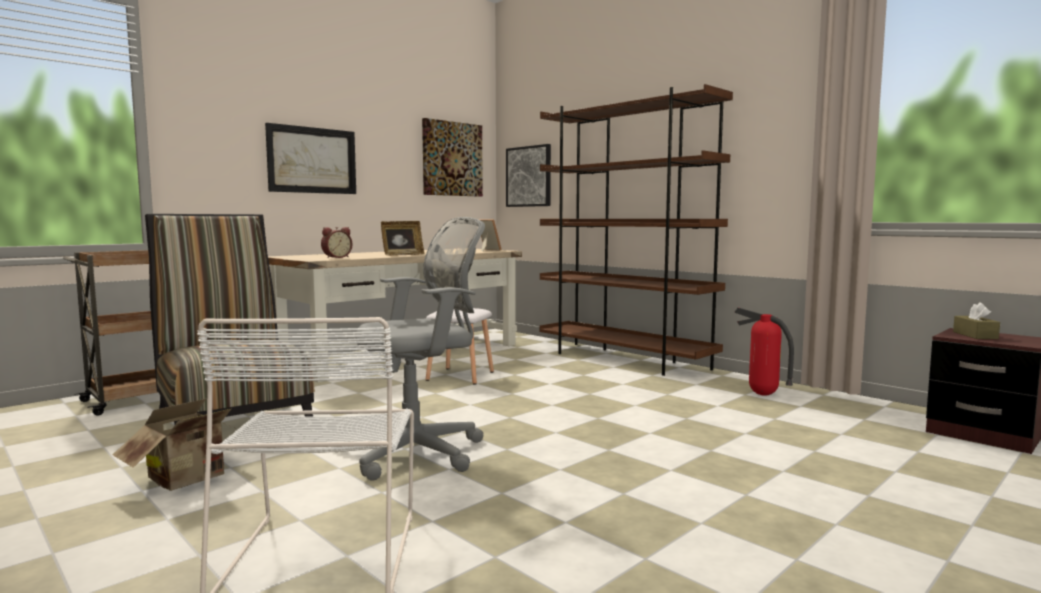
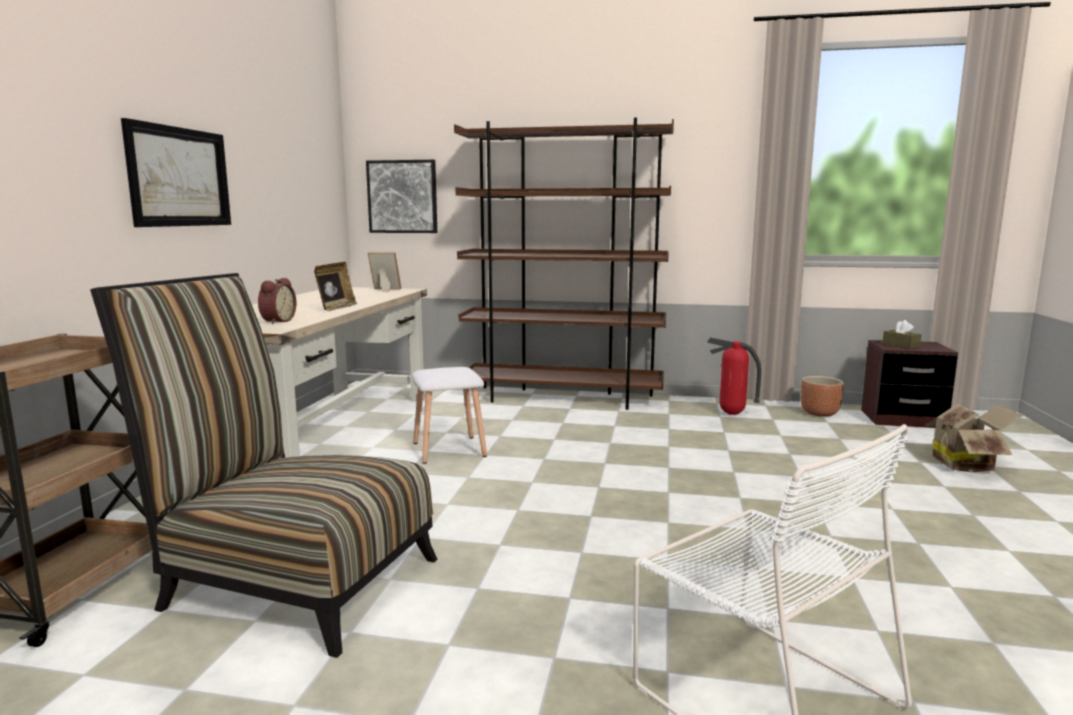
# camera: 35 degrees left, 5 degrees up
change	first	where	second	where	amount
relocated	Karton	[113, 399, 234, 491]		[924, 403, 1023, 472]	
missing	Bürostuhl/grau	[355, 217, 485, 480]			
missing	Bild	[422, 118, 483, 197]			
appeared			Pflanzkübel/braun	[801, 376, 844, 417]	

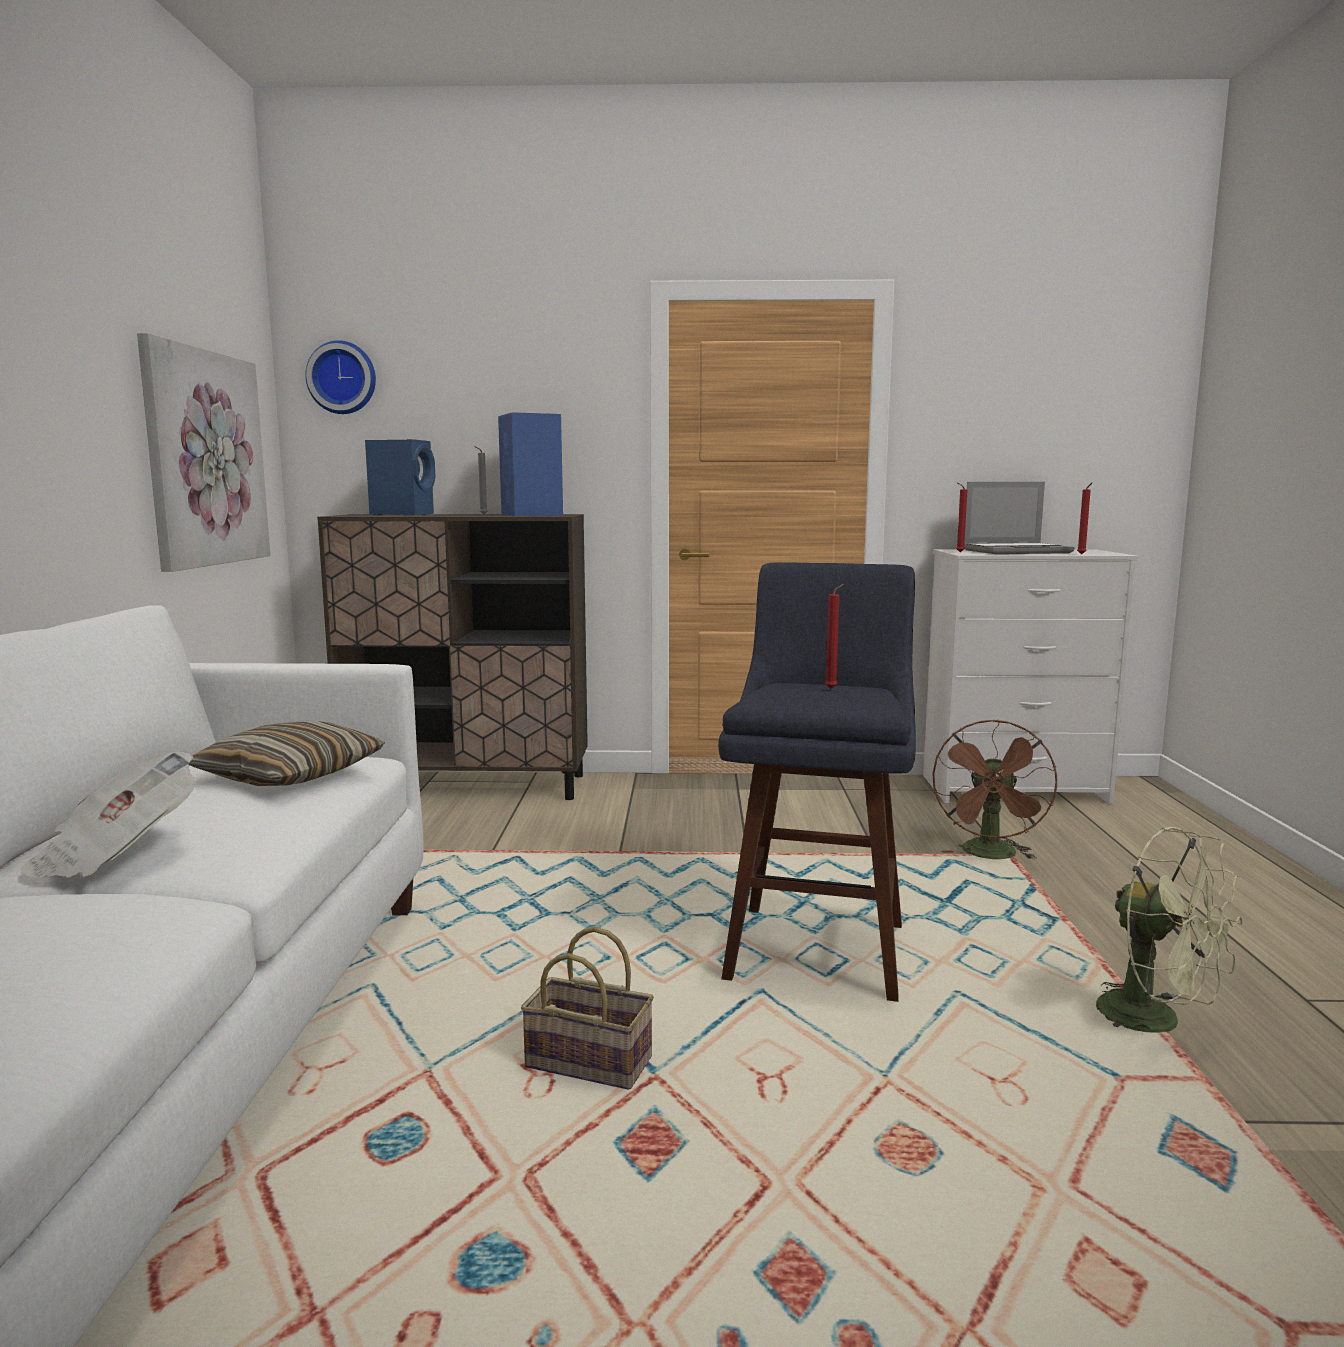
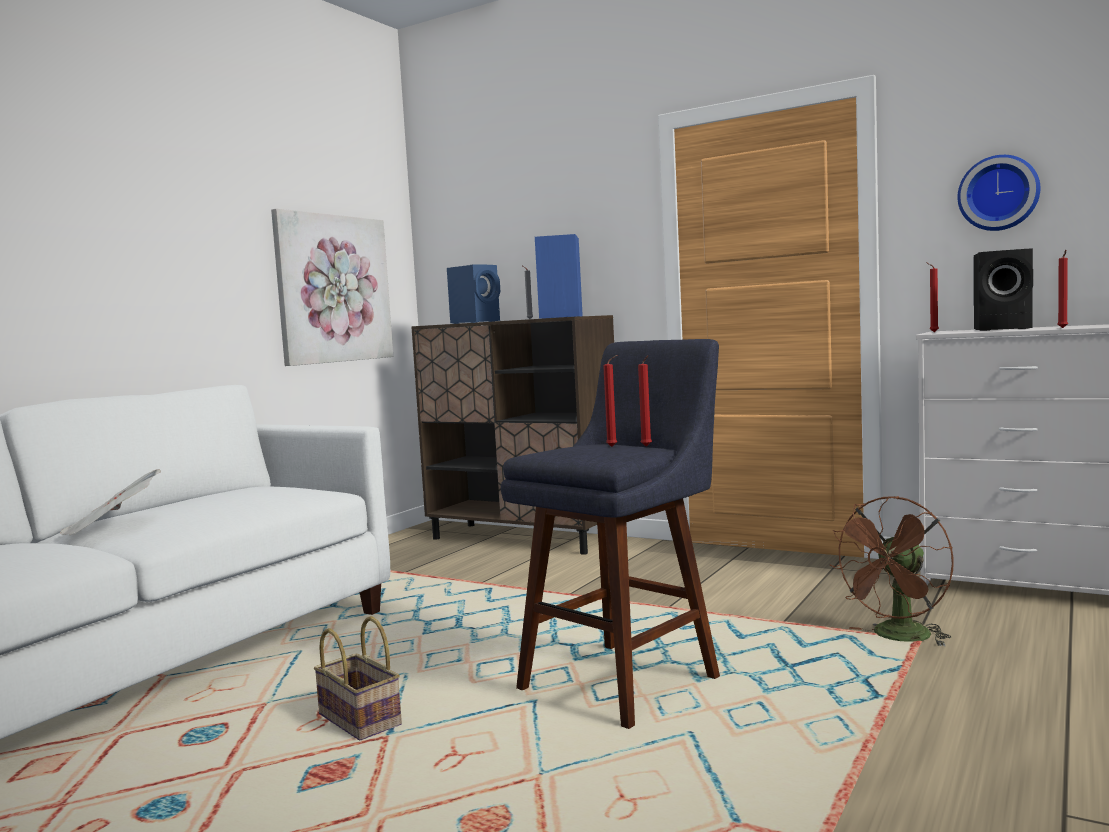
# camera: 30 degrees right, 5 degrees down
change	first	where	second	where	amount
missing	Kissen	[188, 721, 385, 786]			
relocated	Wanduhr	[305, 340, 376, 414]		[958, 155, 1040, 231]	
exchanged	Laptop	[964, 482, 1075, 554]	Lautsprecher/schwarz	[974, 248, 1033, 331]	
missing	Ventilator/grün	[1096, 827, 1242, 1035]			
appeared			Kerze/rot	[638, 355, 652, 447]	

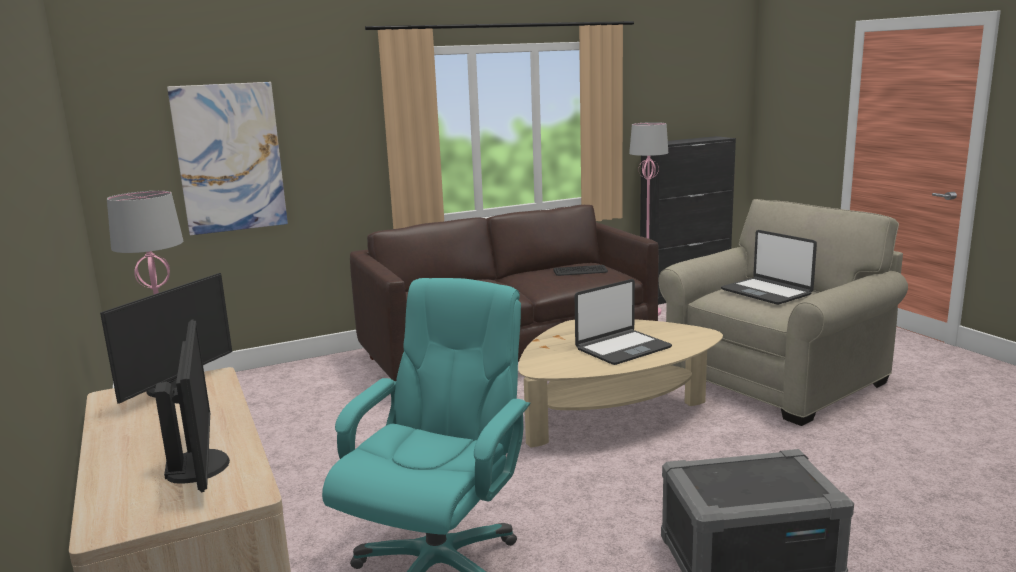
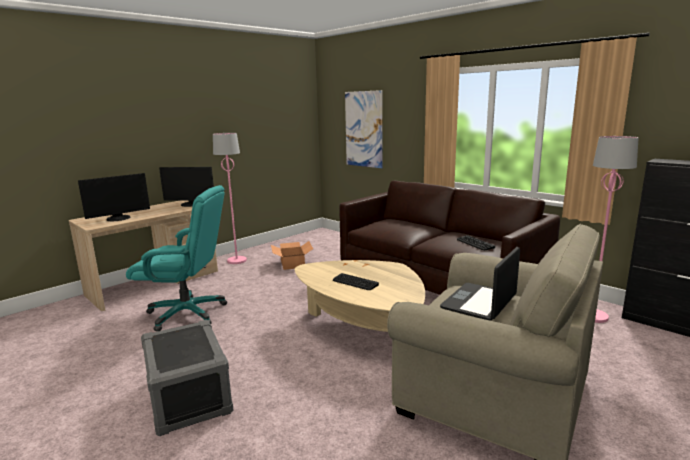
# camera: 70 degrees right, 0 degrees up
change	first	where	second	where	amount
exchanged	Laptop	[575, 279, 672, 365]	Tastatur	[333, 273, 379, 290]	
appeared			Karton	[271, 241, 313, 270]	

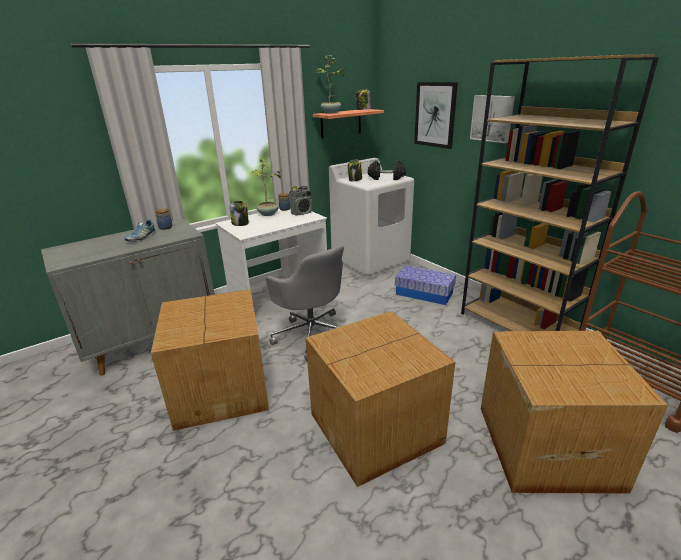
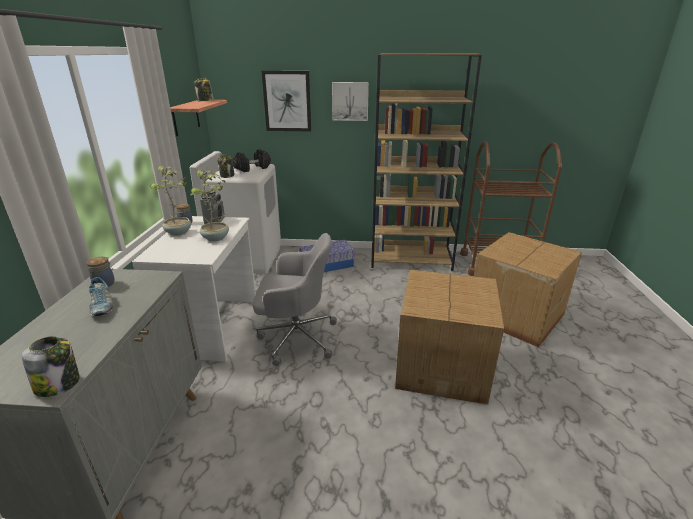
# camera: 50 degrees left, 0 degrees up
change	first	where	second	where	amount
missing	Karton	[151, 289, 269, 431]			
relocated	Vorratsglas	[230, 201, 249, 226]		[22, 336, 80, 397]	
relocated	Topfpflanze	[316, 55, 347, 114]		[190, 170, 229, 242]	

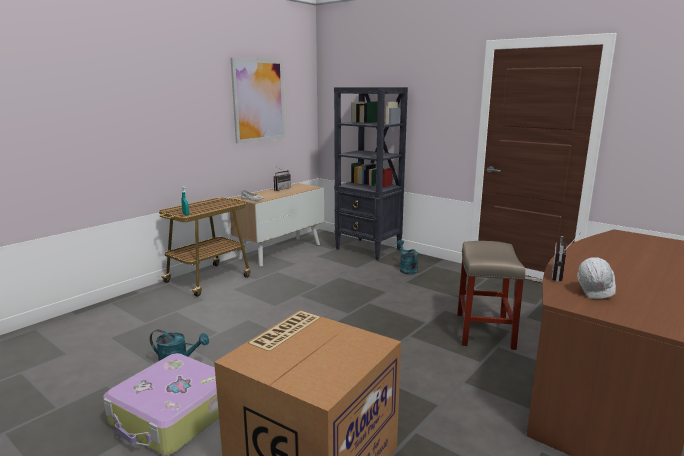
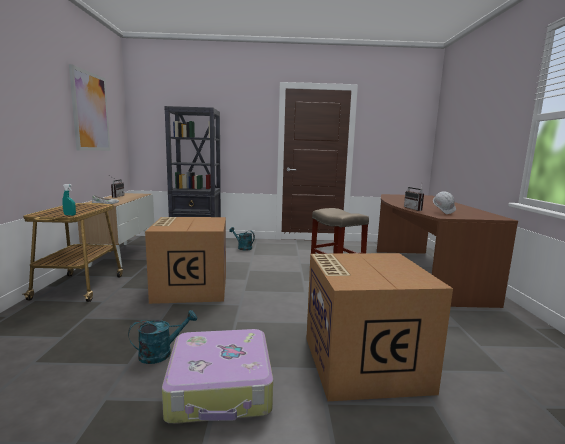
# camera: 40 degrees left, 5 degrees down
change	first	where	second	where	amount
appeared			Karton	[145, 217, 226, 304]	

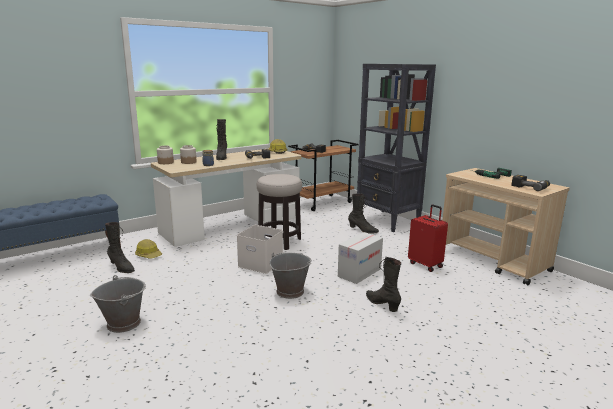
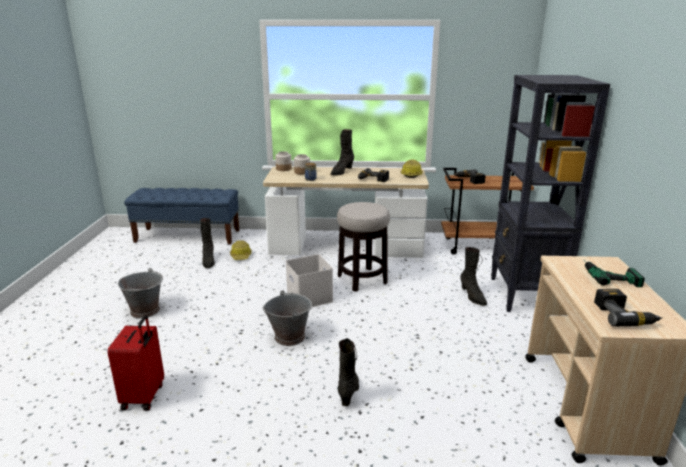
# camera: 40 degrees right, 5 degrees up
change	first	where	second	where	amount
missing	Karton	[338, 232, 383, 284]			
relocated	Koffer/rot	[408, 205, 448, 272]		[107, 315, 164, 411]	

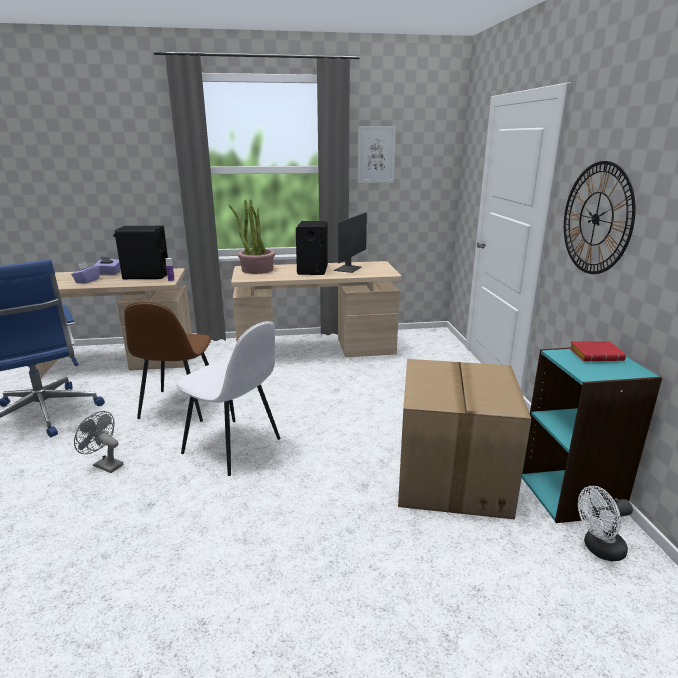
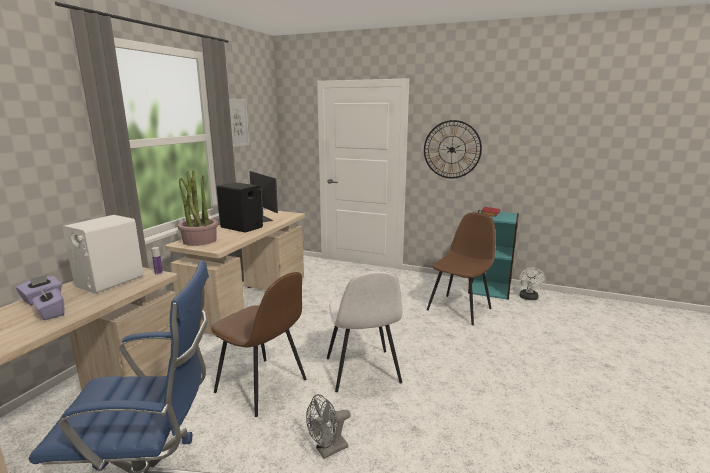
# camera: 60 degrees left, 5 degrees down
change	first	where	second	where	amount
colour	Lautsprecher/schwarz	[113, 226, 168, 279]	Lautsprecher/weiß	[62, 215, 144, 294]	
spun	Stuhl/weiß	[176, 321, 280, 476]		[327, 271, 402, 392]	105 degrees clockwise
exchanged	Karton	[398, 359, 532, 519]	Stuhl/braun	[427, 212, 495, 325]	

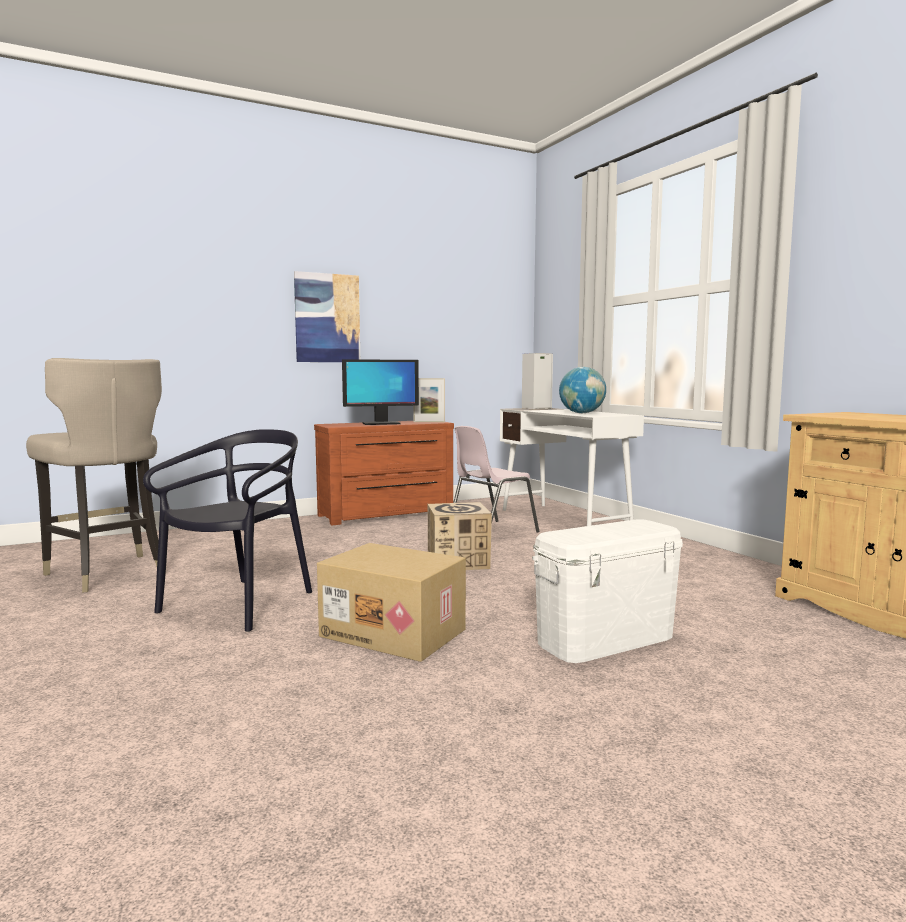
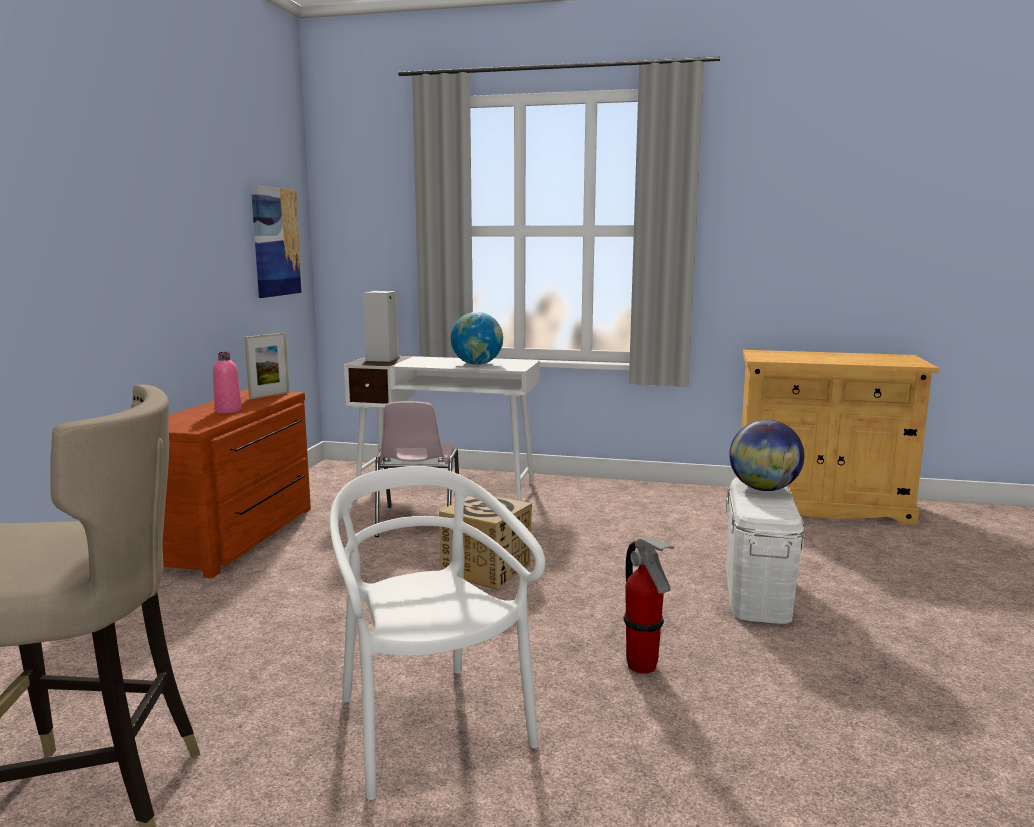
# camera: 50 degrees left, 5 degrees up
change	first	where	second	where	amount
colour	Stuhl/schwarz	[143, 429, 312, 632]	Stuhl/weiß	[329, 466, 545, 800]	
relocated	Bild	[294, 271, 360, 362]		[251, 185, 302, 298]	
exchanged	Karton	[317, 543, 466, 662]	Feuerlöscher	[623, 537, 674, 674]	
exchanged	Monitor	[342, 359, 419, 425]	Flasche/rosa	[213, 352, 242, 413]	
appeared			Globus	[729, 420, 804, 491]	

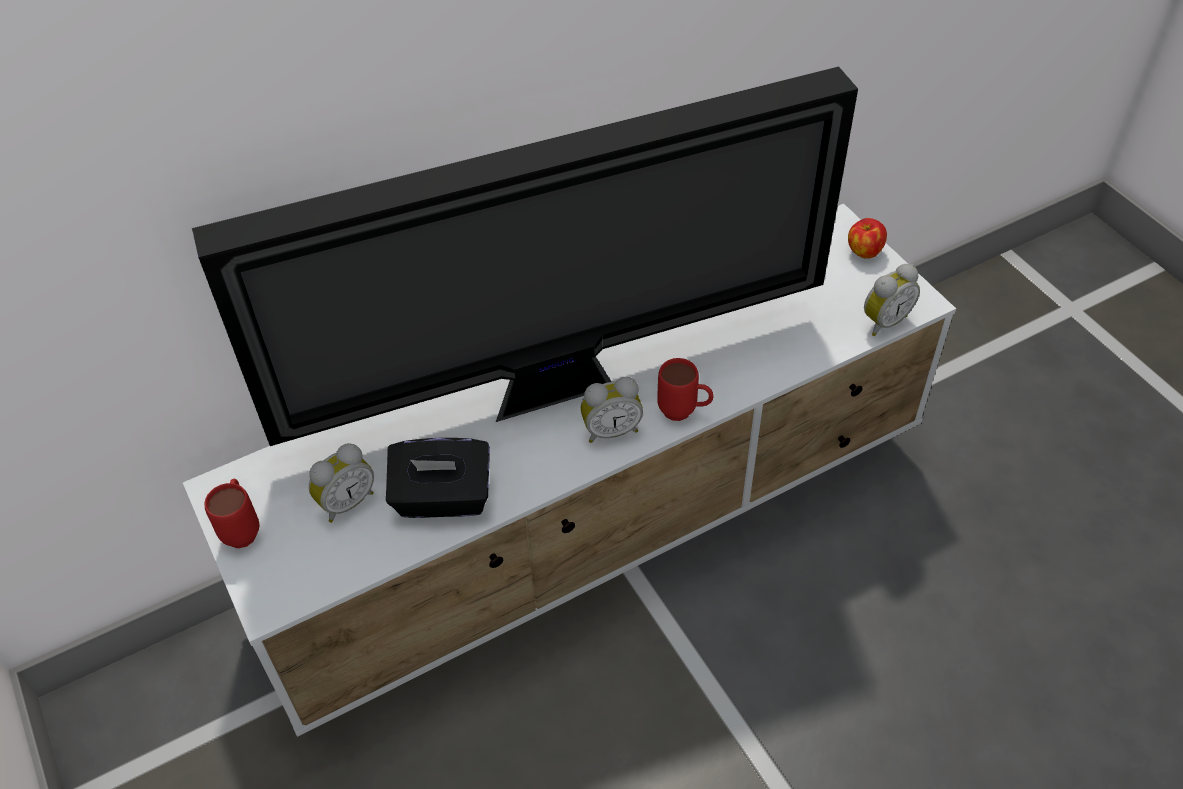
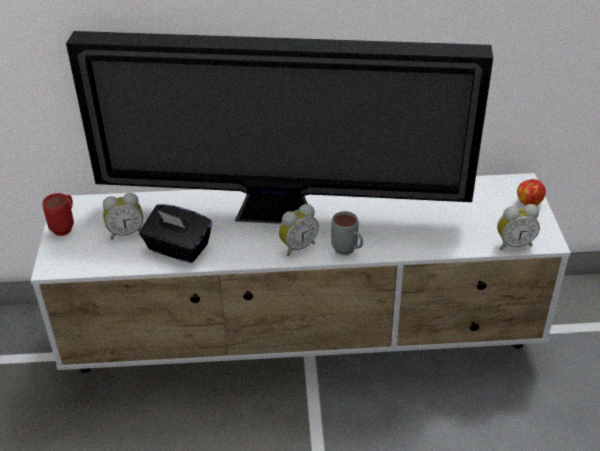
# camera: 25 degrees right, 10 degrees down
change	first	where	second	where	amount
spun	Wecker	[581, 377, 643, 443]		[279, 204, 319, 256]	45 degrees counterclockwise
colour	Henkelbecher/rot	[657, 358, 713, 421]	Henkelbecher/grau	[331, 211, 363, 255]	

